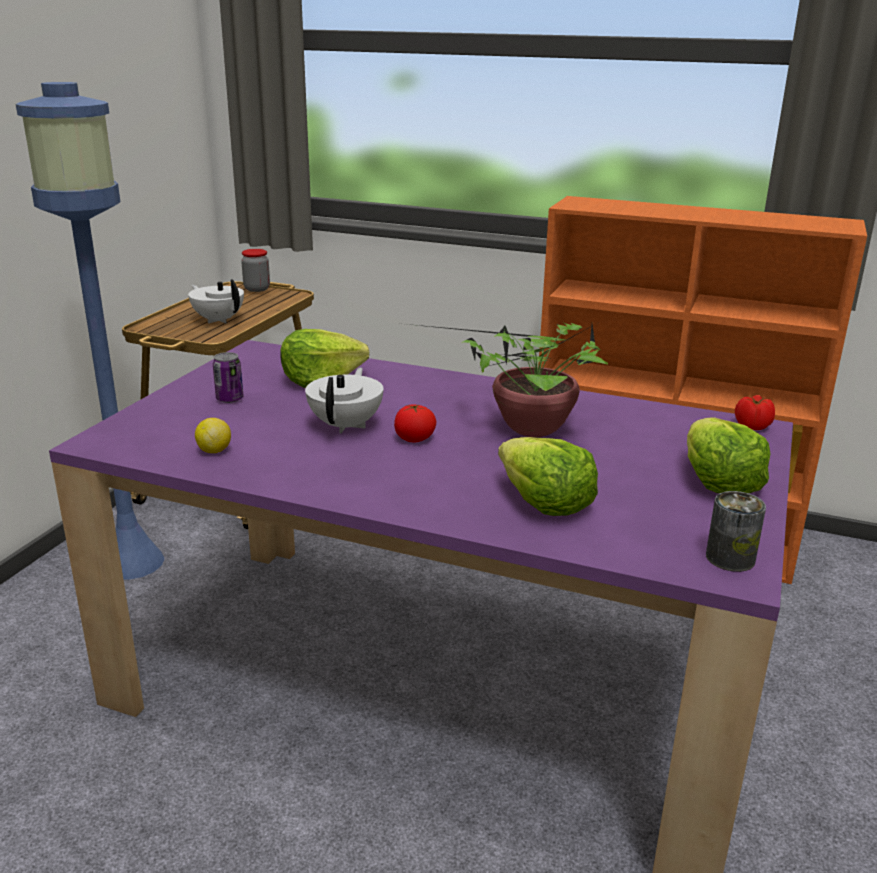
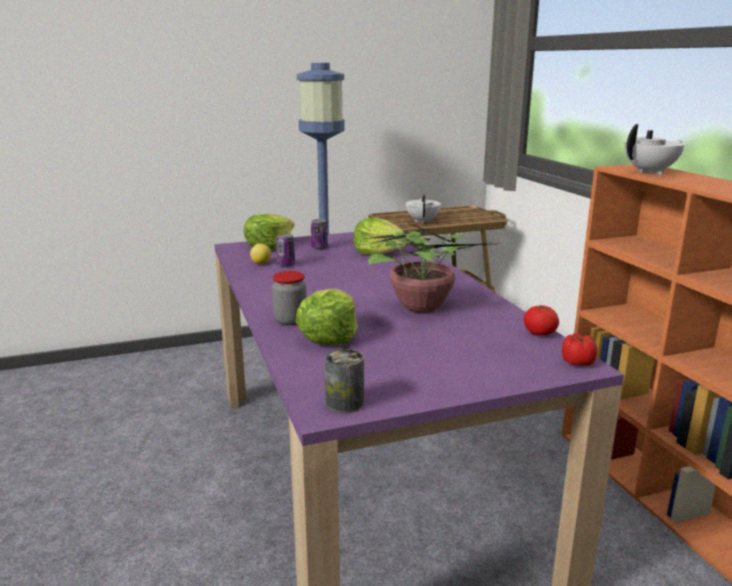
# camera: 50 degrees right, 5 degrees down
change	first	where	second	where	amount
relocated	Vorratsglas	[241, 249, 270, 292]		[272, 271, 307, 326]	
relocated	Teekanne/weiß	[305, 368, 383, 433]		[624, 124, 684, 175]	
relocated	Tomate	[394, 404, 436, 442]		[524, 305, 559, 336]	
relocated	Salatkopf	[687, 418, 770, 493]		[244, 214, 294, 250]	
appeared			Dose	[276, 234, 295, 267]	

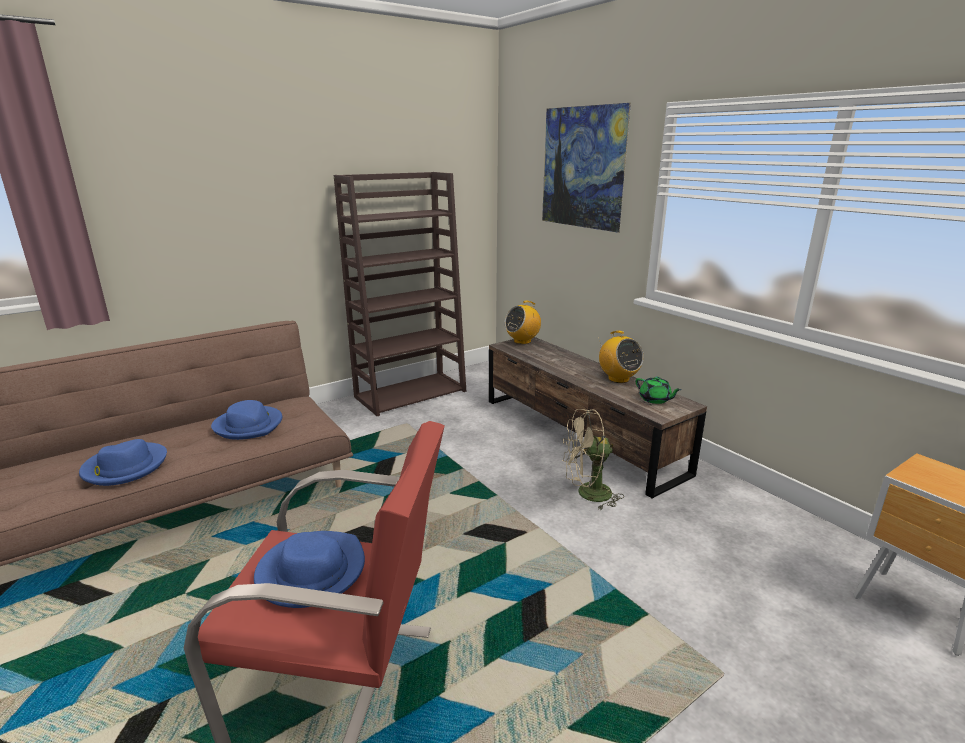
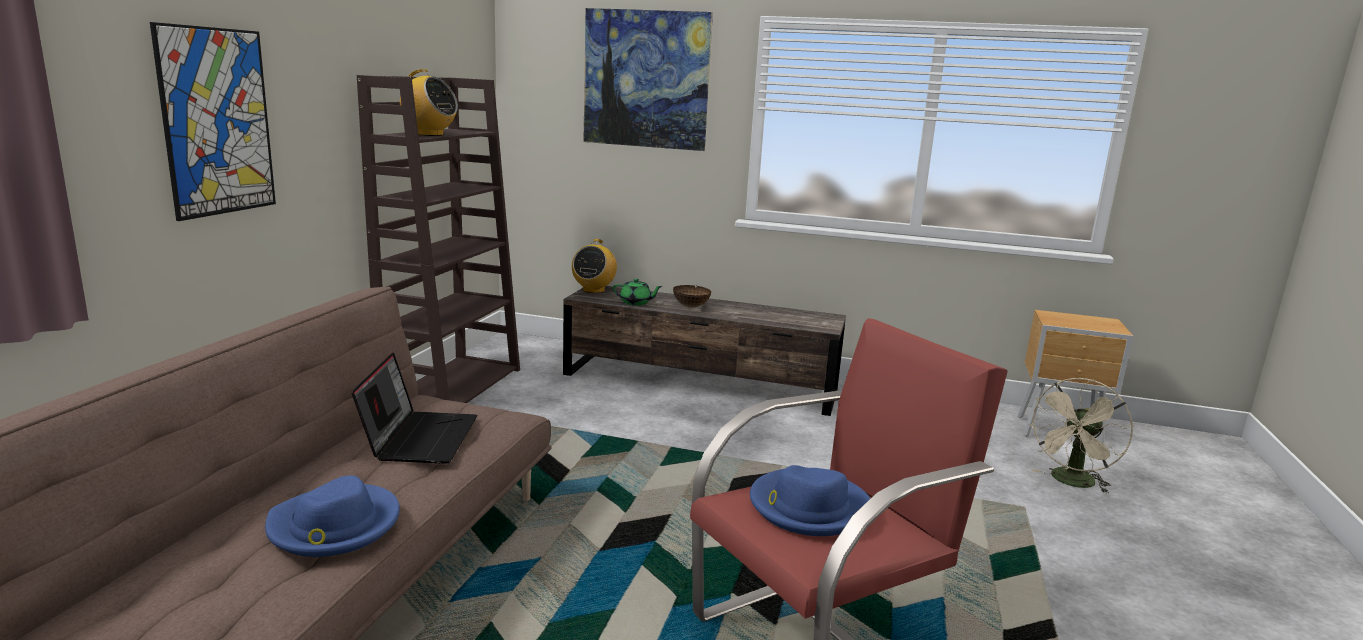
# camera: 40 degrees left, 5 degrees down
change	first	where	second	where	amount
exchanged	Hut/blau	[211, 400, 282, 440]	Laptop	[351, 352, 478, 464]	
relocated	Ventilator/beige	[562, 409, 624, 510]		[1028, 378, 1133, 494]	
relocated	Radio	[598, 331, 644, 383]		[399, 69, 458, 136]	
relocated	Teekanne/grün	[636, 377, 681, 404]		[613, 279, 663, 305]	
appeared			Bild	[150, 22, 276, 221]	
appeared			Schüssel	[673, 285, 712, 308]	

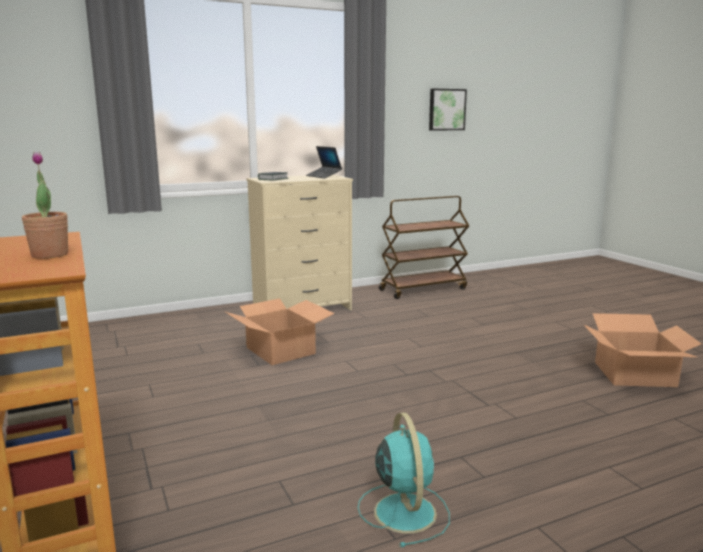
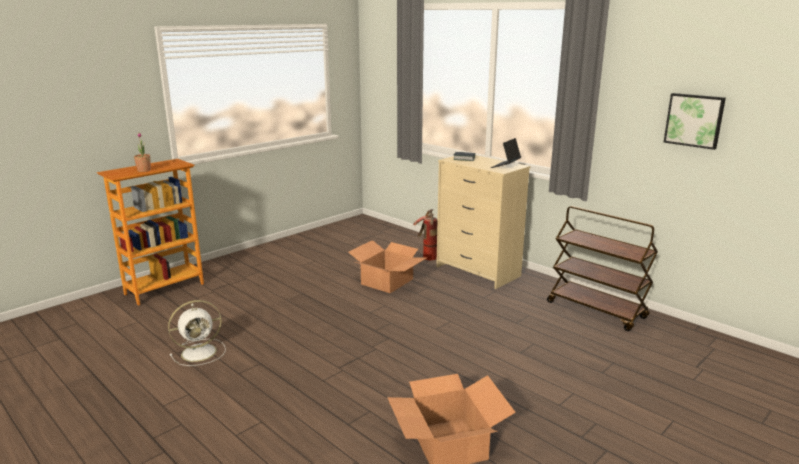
# camera: 70 degrees right, 5 degrees up
change	first	where	second	where	amount
colour	Ventilator/türkis	[358, 412, 450, 547]	Ventilator/weiß	[168, 300, 226, 366]	
appeared			Feuerlöscher	[413, 209, 437, 261]	

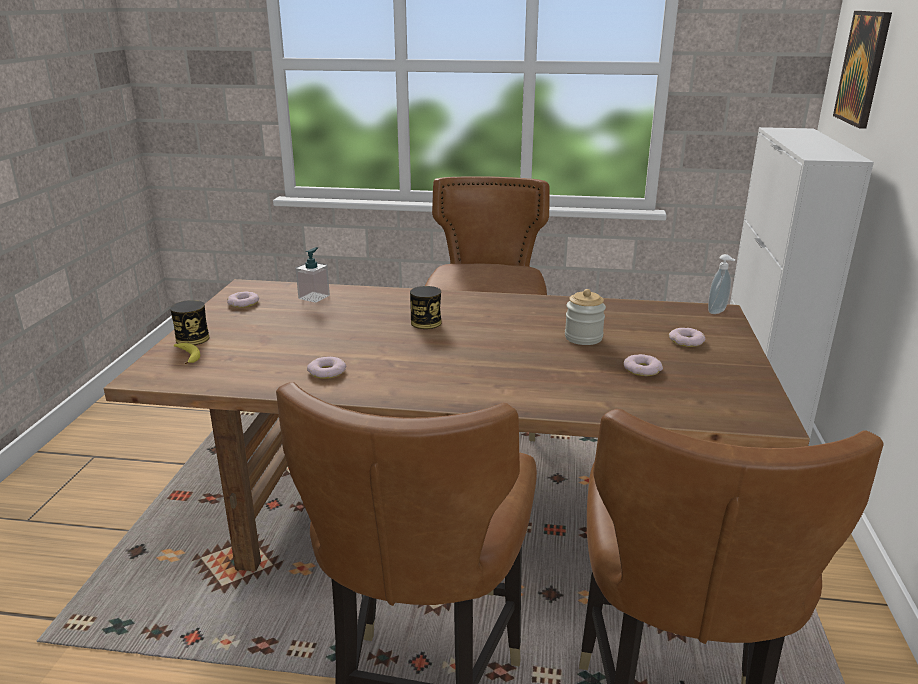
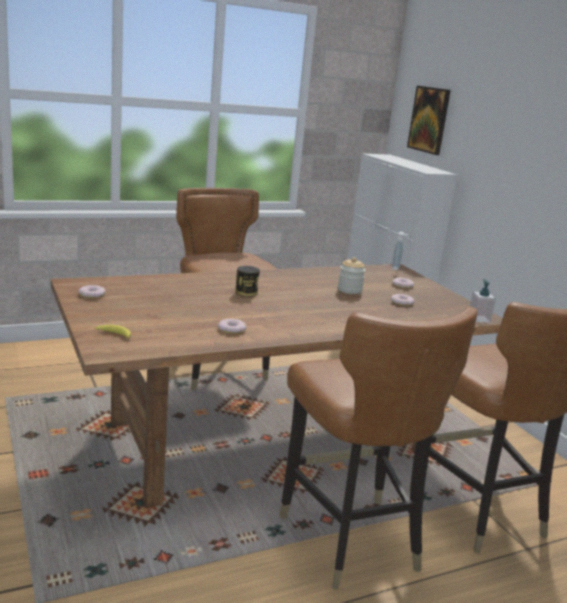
# camera: 35 degrees left, 5 degrees down
change	first	where	second	where	amount
missing	Dose	[170, 300, 210, 345]			
relocated	Seifenspender	[296, 247, 330, 303]		[470, 279, 496, 323]	

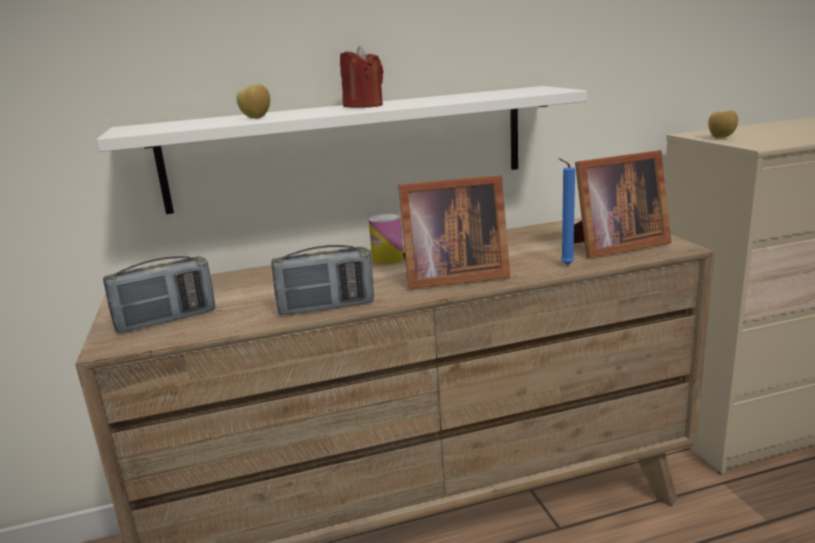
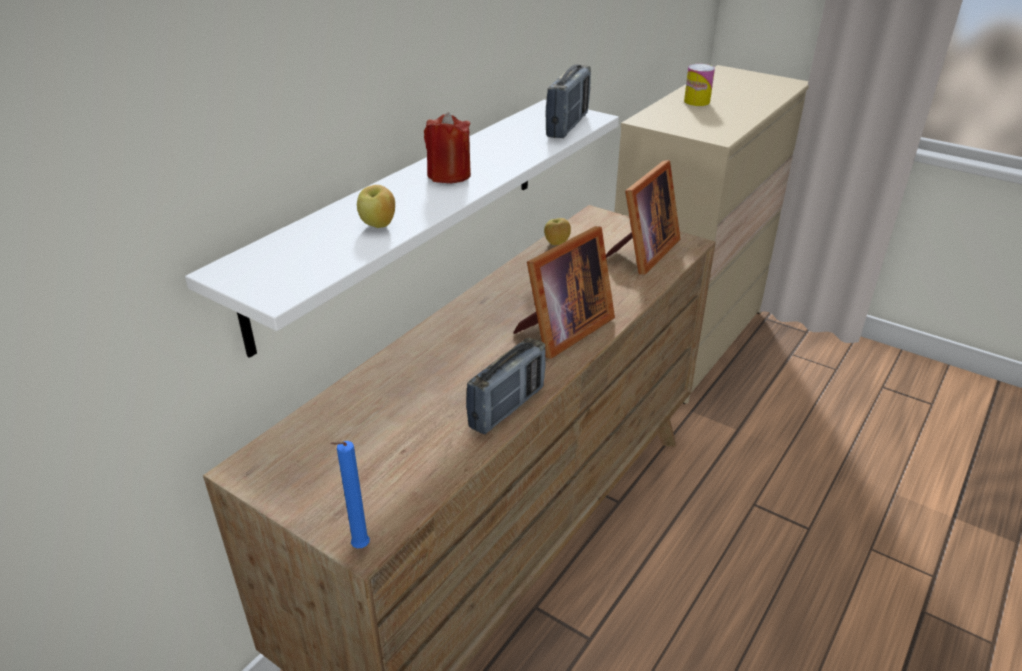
# camera: 40 degrees left, 15 degrees up
change	first	where	second	where	amount
relocated	Radio	[103, 256, 215, 333]		[545, 64, 591, 138]	
relocated	Dose	[368, 213, 404, 264]		[684, 64, 715, 106]	
relocated	Kerze/blau	[559, 158, 575, 265]		[330, 441, 370, 548]	
relocated	Apfel	[708, 110, 738, 138]		[544, 218, 571, 245]	

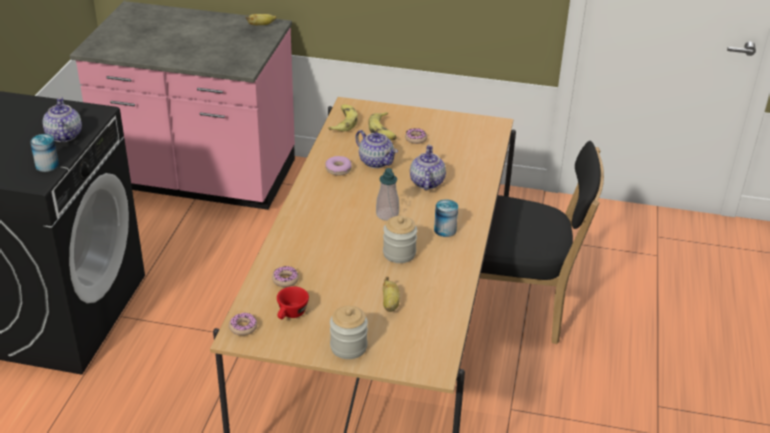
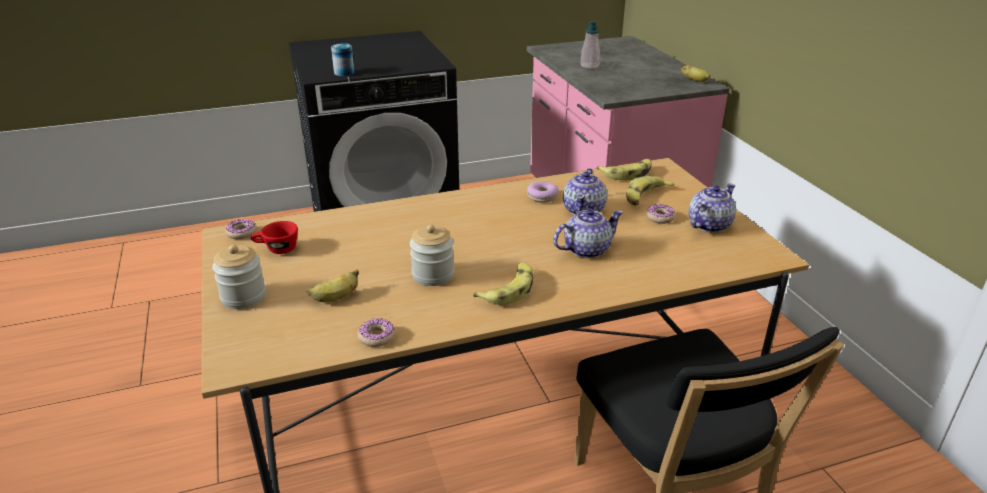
# camera: 60 degrees right, 5 degrees down
change	first	where	second	where	amount
relocated	Teekanne	[42, 97, 82, 143]		[688, 184, 736, 233]	
relocated	Donut	[272, 266, 299, 287]		[357, 318, 395, 347]	
relocated	Seifenspender	[376, 168, 399, 221]		[581, 21, 600, 69]	
exchanged	Dose	[434, 199, 458, 237]	Banane	[473, 262, 534, 305]	

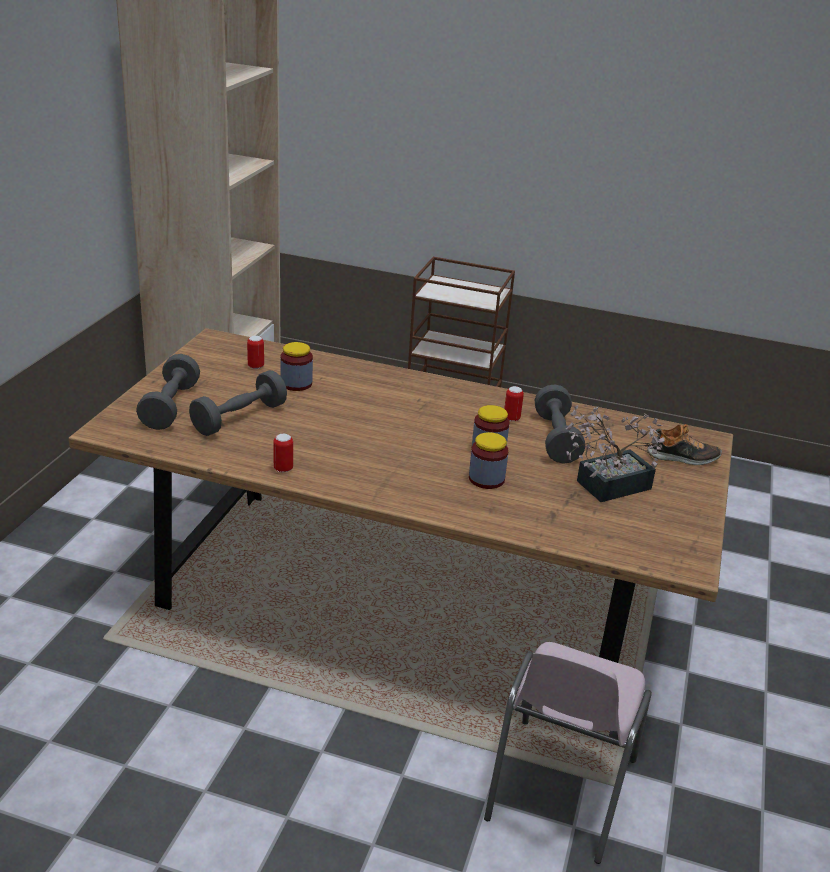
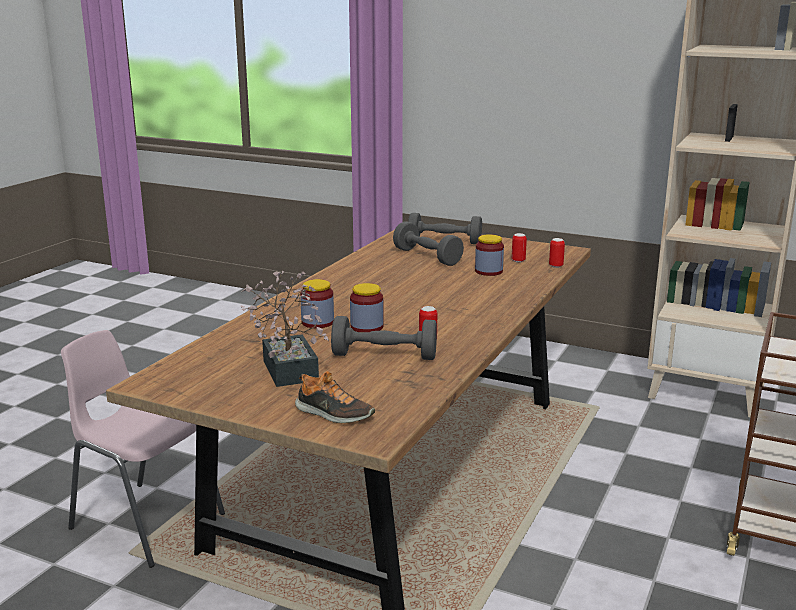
# camera: 100 degrees right, 10 degrees down
change	first	where	second	where	amount
relocated	Dose	[273, 434, 293, 473]		[549, 238, 565, 268]	
spun	Schuh	[647, 424, 722, 465]		[295, 371, 375, 423]	75 degrees counterclockwise

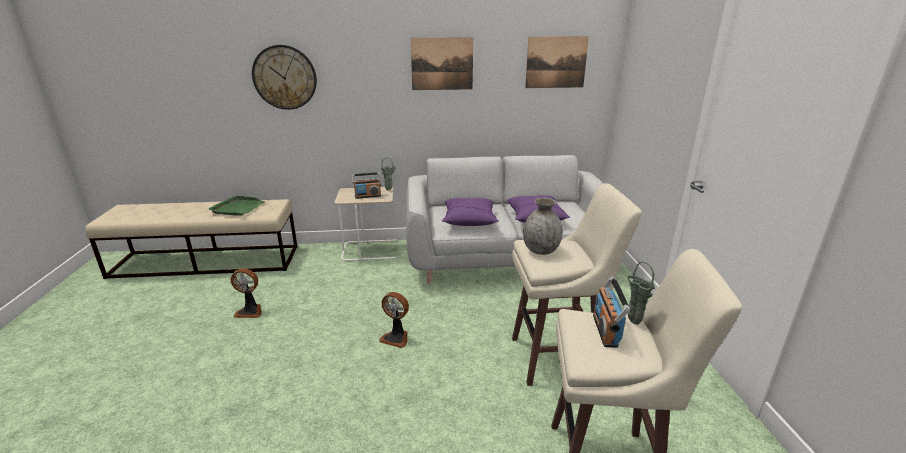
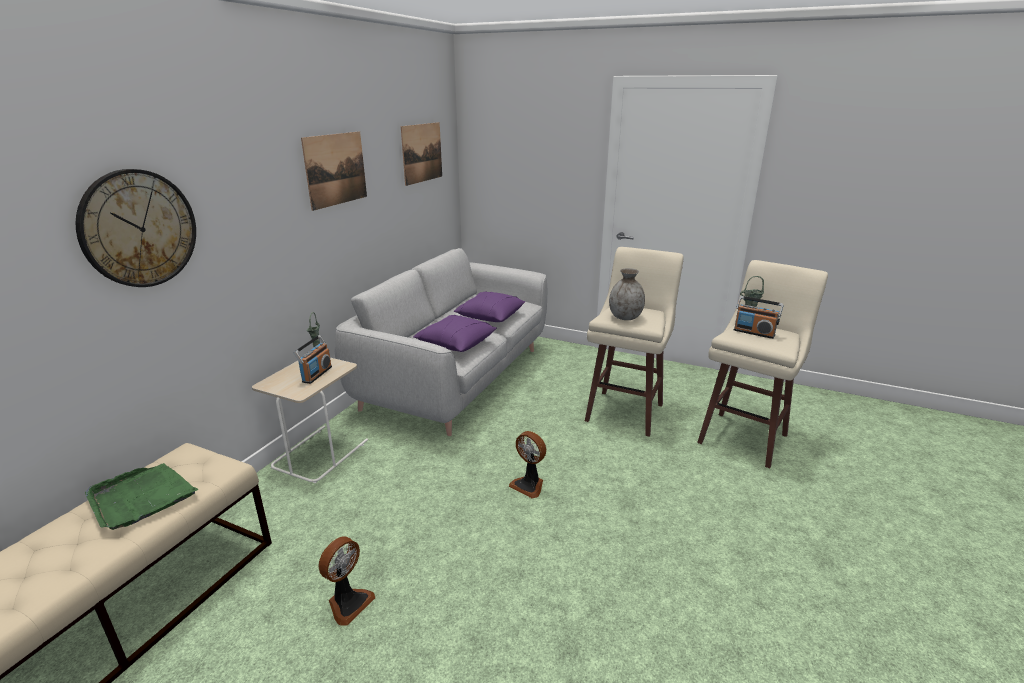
# camera: 60 degrees left, 0 degrees up
change	first	where	second	where	amount
spun	Ventilator	[379, 292, 409, 348]		[509, 431, 546, 498]	75 degrees clockwise

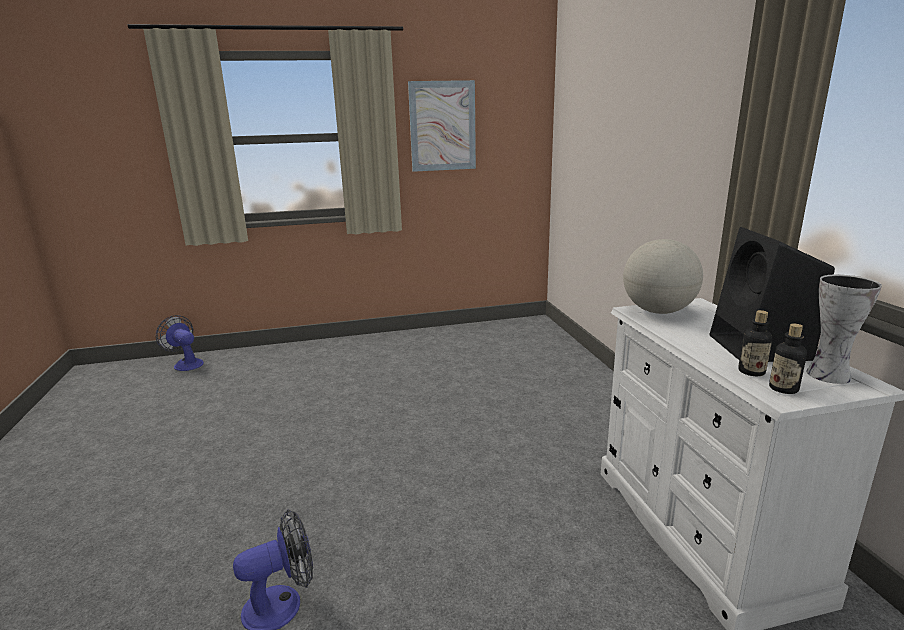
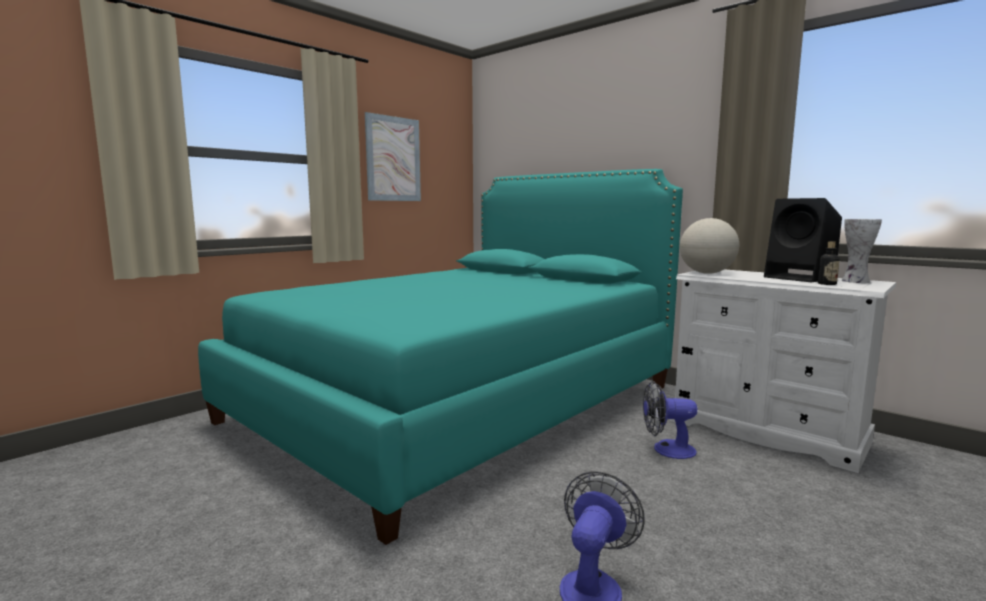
# camera: 35 degrees left, 10 degrees down
change	first	where	second	where	amount
relocated	Ventilator	[156, 315, 204, 371]		[643, 381, 698, 459]	
missing	Flasche	[769, 324, 807, 394]			
appeared			Bett/türkis	[198, 169, 683, 545]	

